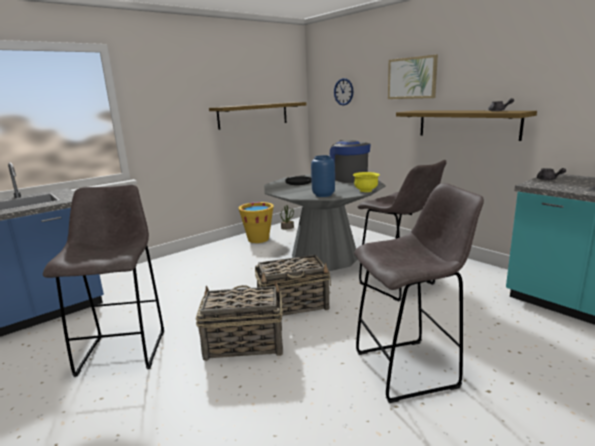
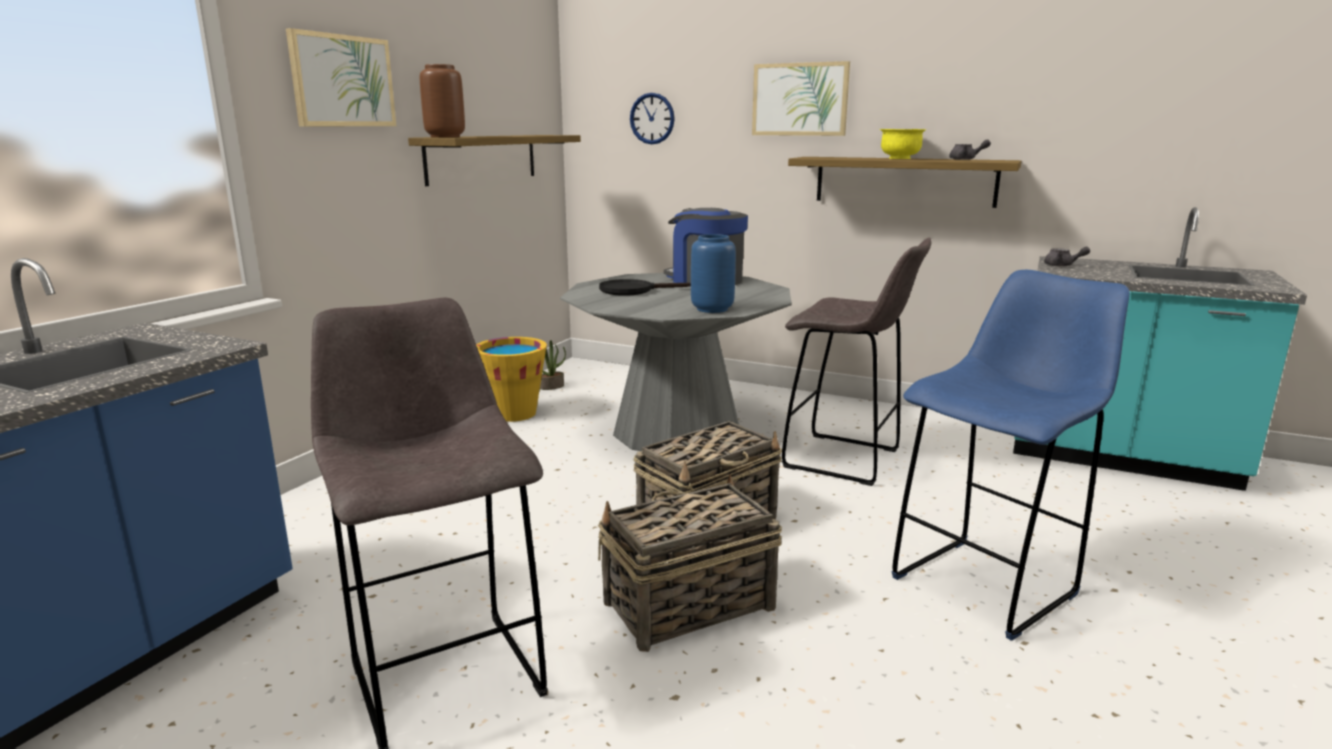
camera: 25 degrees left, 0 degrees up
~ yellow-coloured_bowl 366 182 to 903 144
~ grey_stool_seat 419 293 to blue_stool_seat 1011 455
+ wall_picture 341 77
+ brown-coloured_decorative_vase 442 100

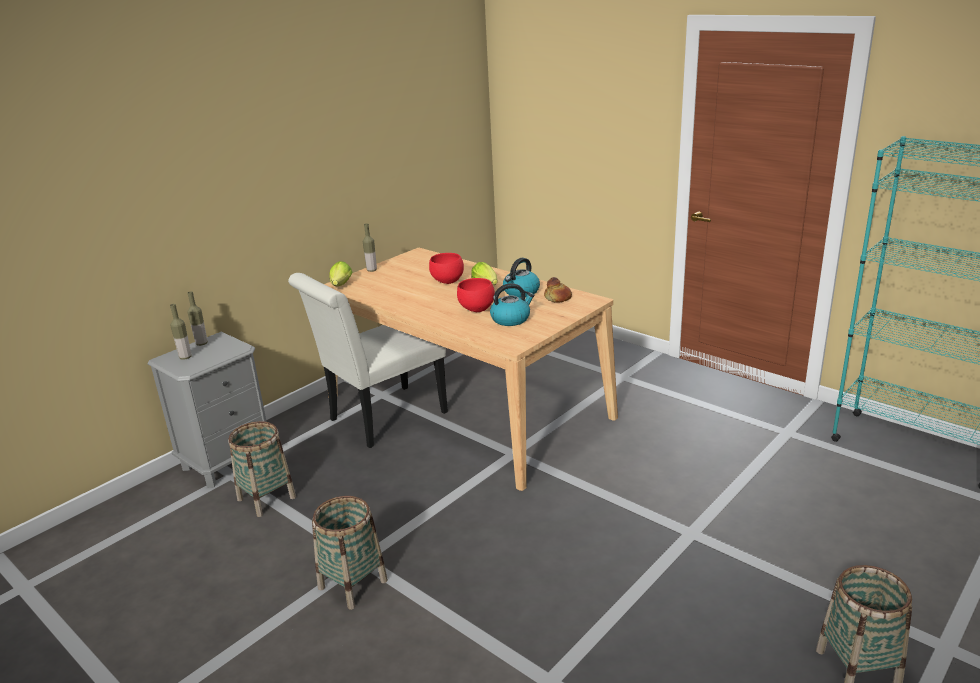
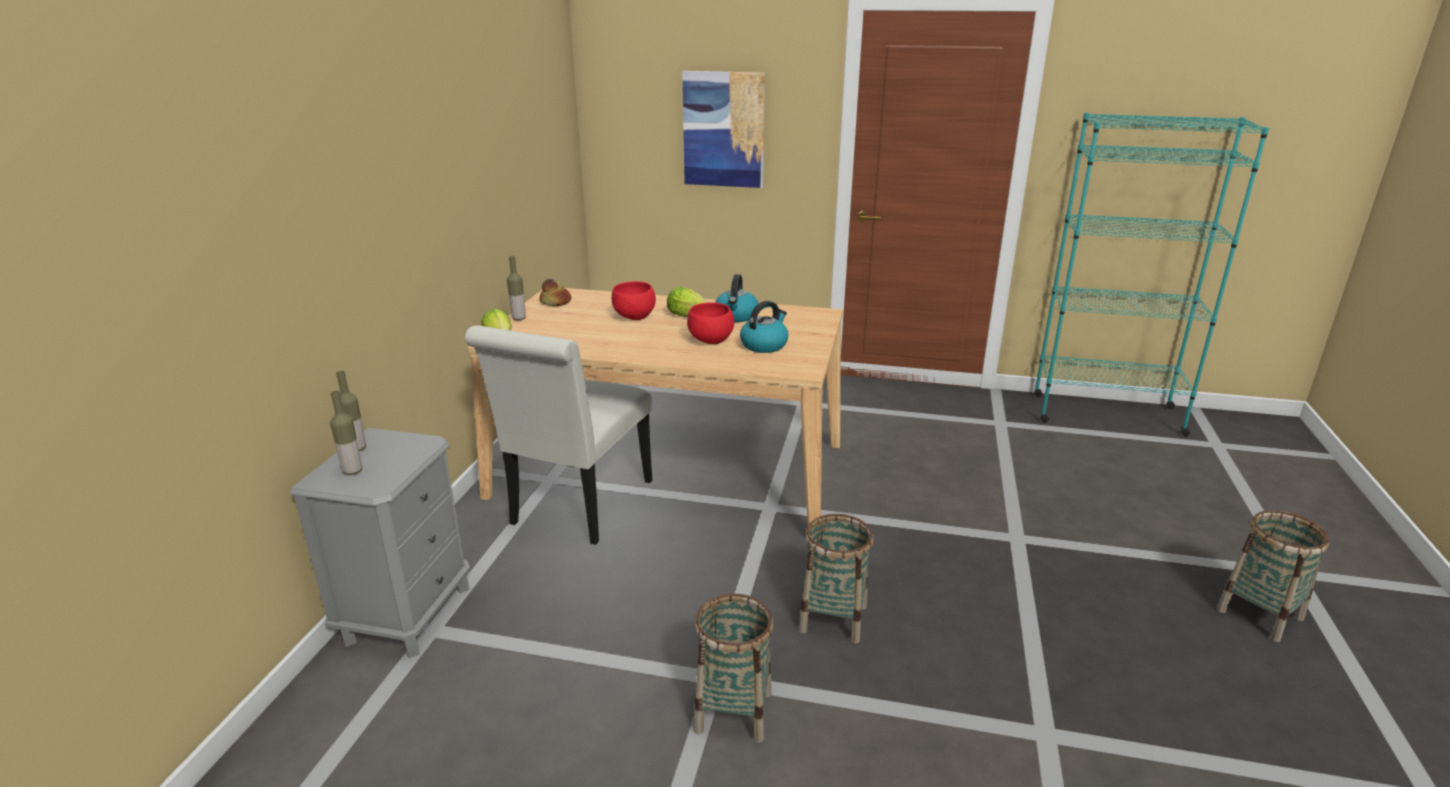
camera: 30 degrees left, 0 degrees up
~ bread 558 290 to 556 292
~ basket 262 469 to 836 579
+ wall_picture 723 129

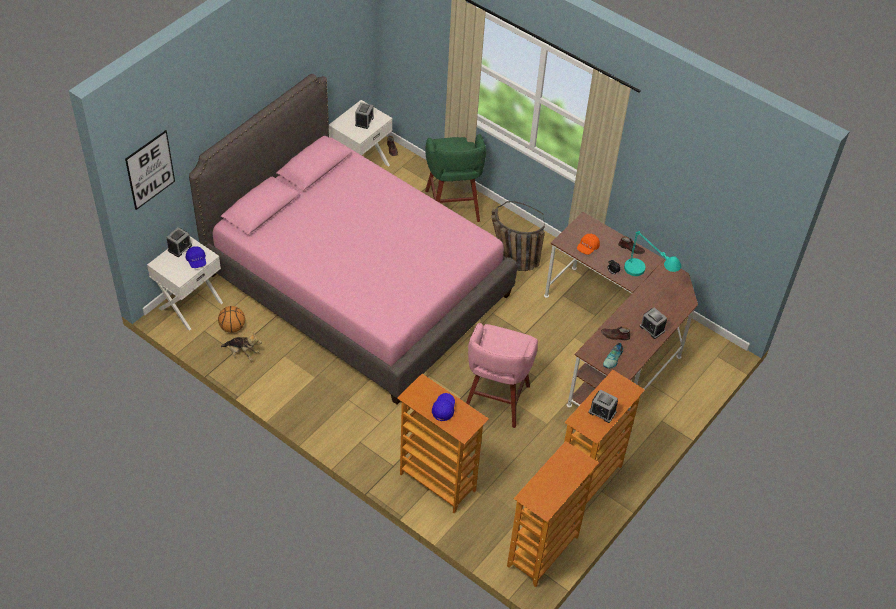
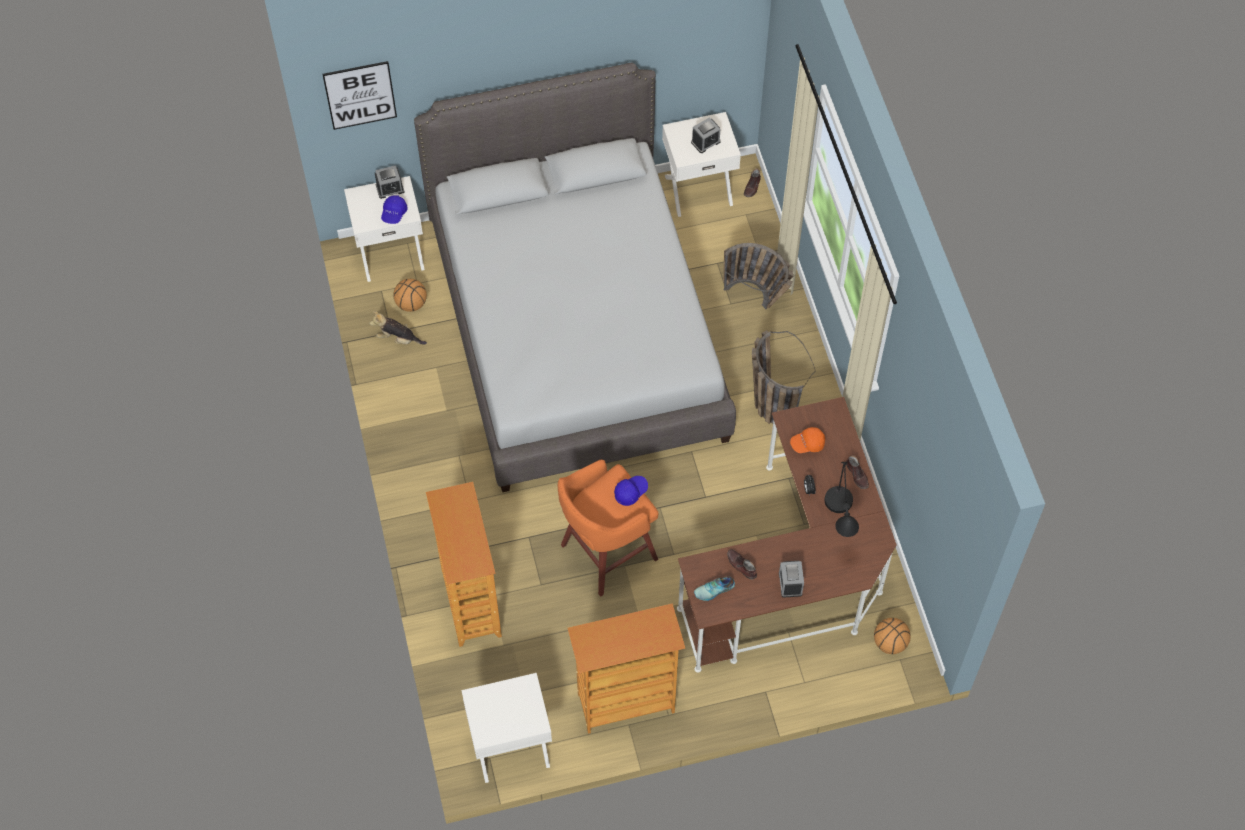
camera: 40 degrees right, 10 degrees up
~ pinkish_bedroom_bed 353 239 to grey_bedroom_bed 575 277
~ green-coloured_stool_seat 455 178 to basket 758 276
~ turquoise_table_lamp 652 253 to black_table_lamp 842 499
~ pinkish_stool_seat 502 375 to orangey_stool_seat 608 528
~ soft_toy 241 346 = 398 328 135 degrees clockwise
- alarm_clock 603 406
~ blue_cap 443 407 to 631 491
~ bookcase 553 514 to white-coloured_night_table 506 728
+ basketball 892 636

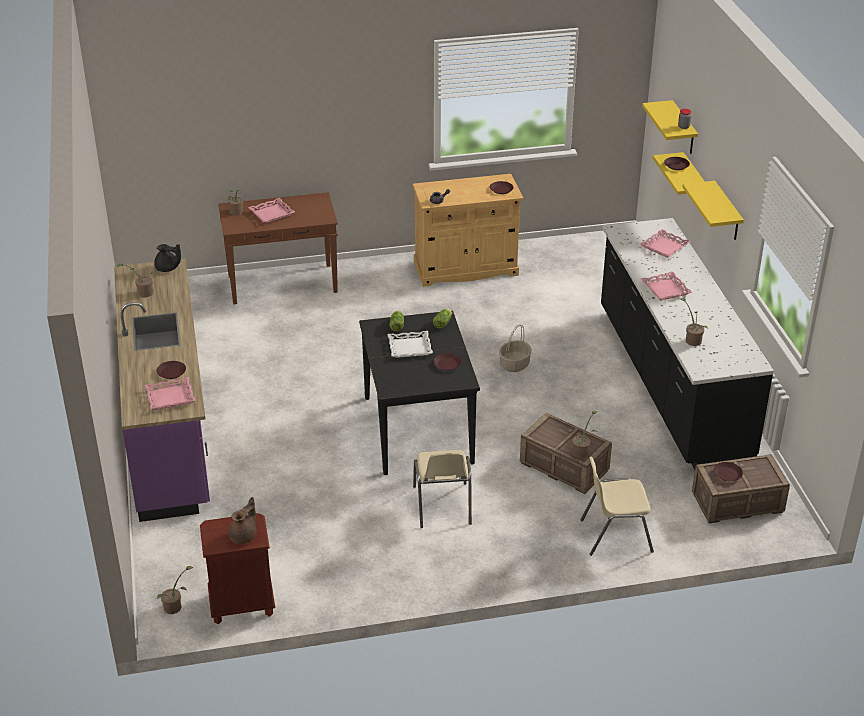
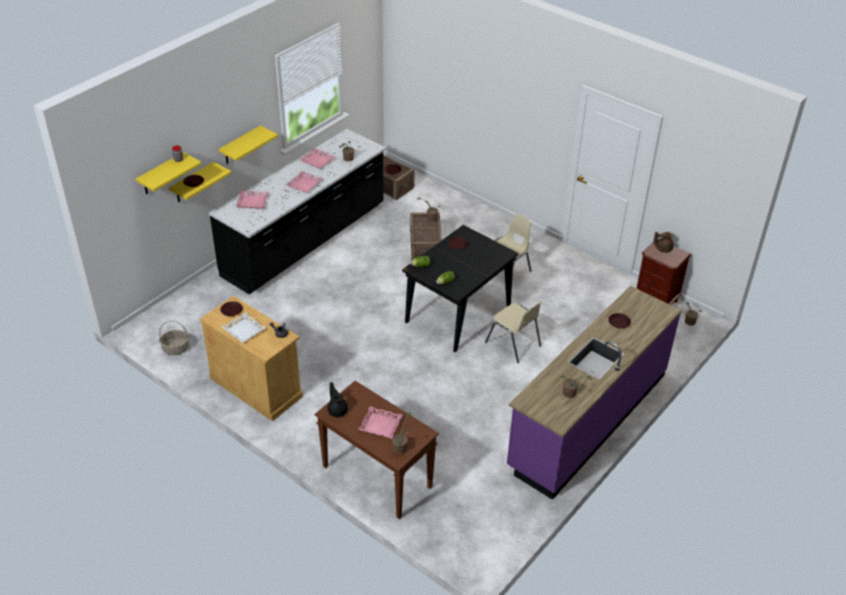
camera: 130 degrees left, 5 degrees up
~ black_tea_pot 167 258 to 337 399
~ basket 515 348 to 174 338
~ white-coloured_carrying_tray 410 344 to 244 328
~ pinkish_carrying_tray 170 393 to 317 158
~ beige-coloured_chair 617 506 to 513 332

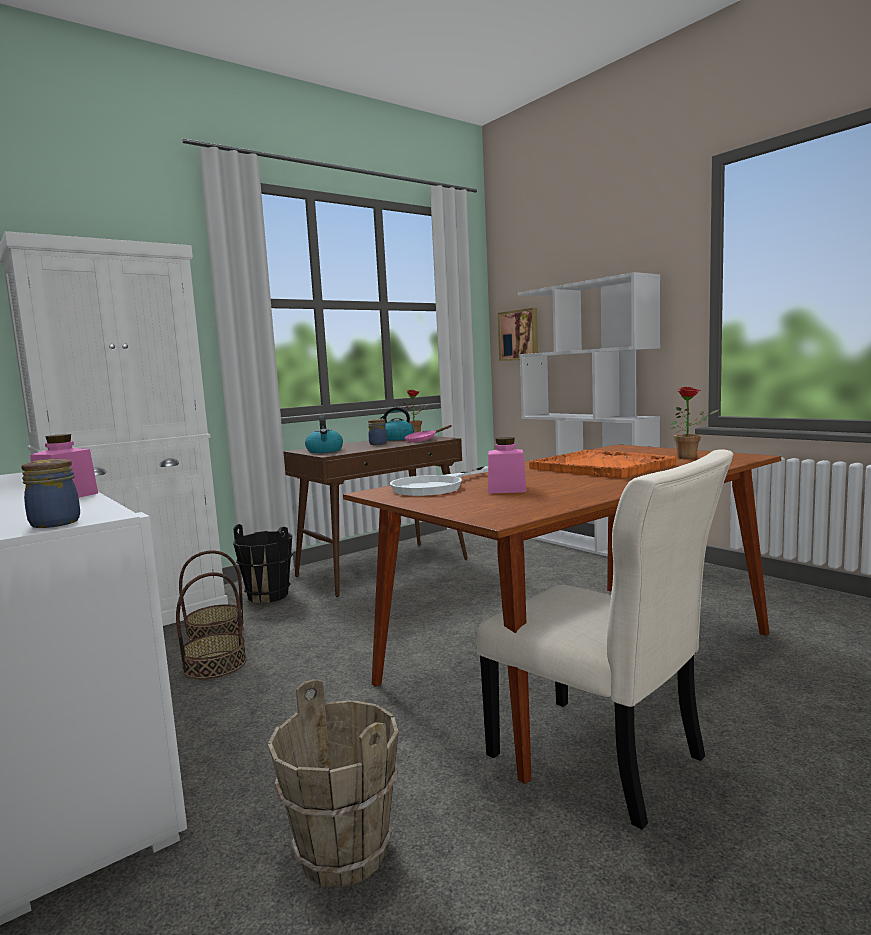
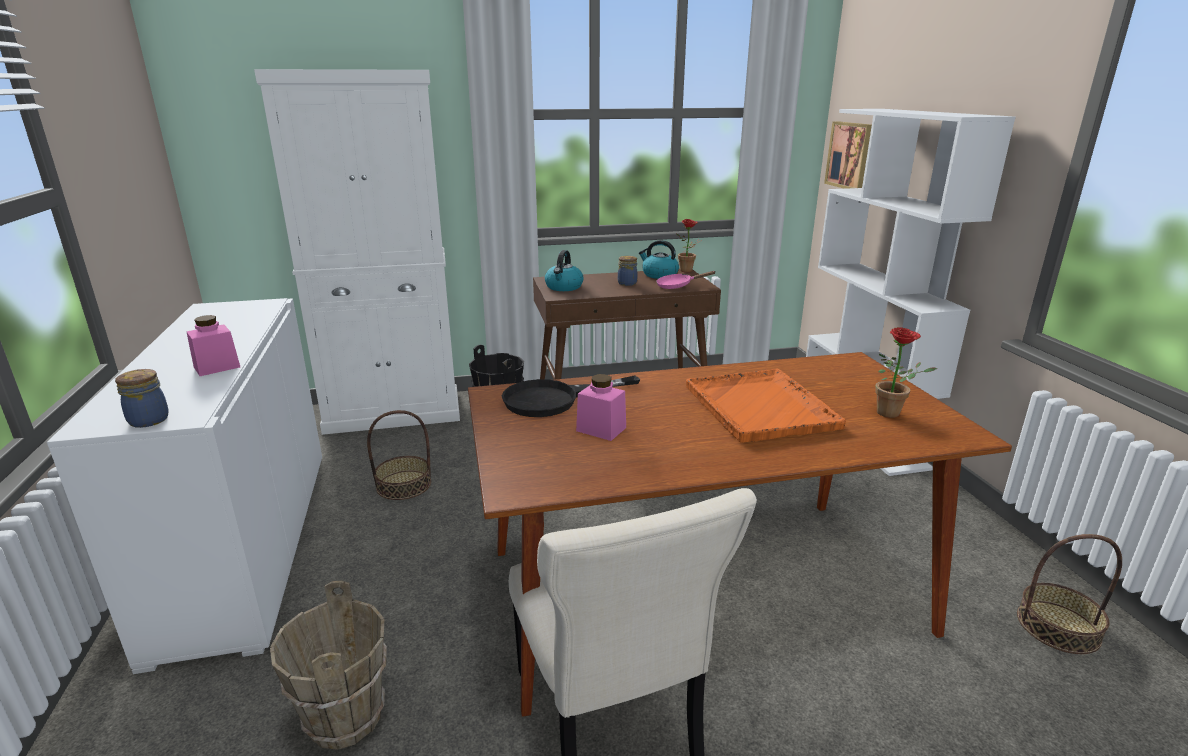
camera: 25 degrees right, 15 degrees up
~ white-coloured_pan 439 481 to black_pan 571 396
~ basket 211 595 to 1069 594

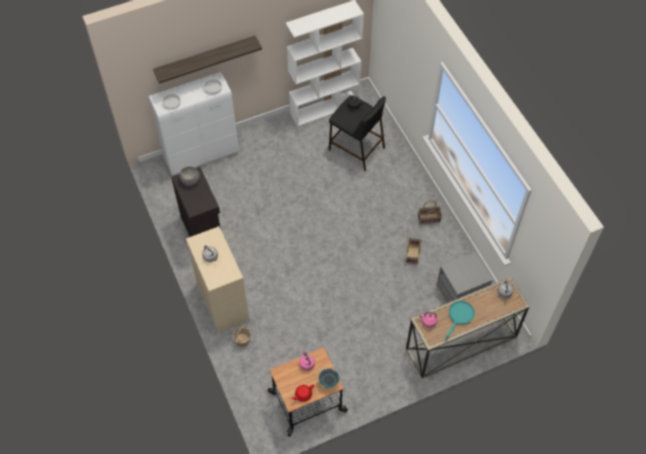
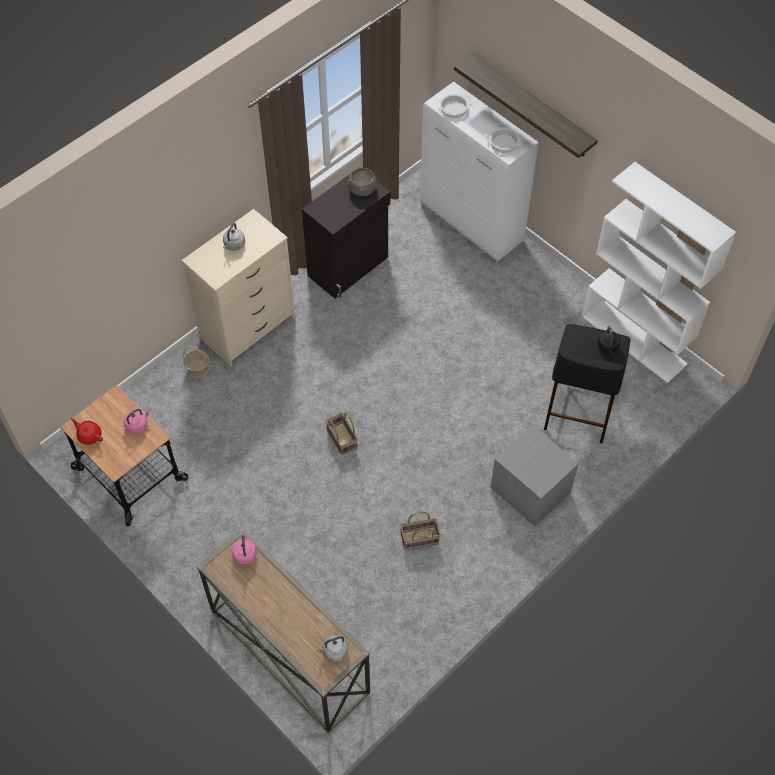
camera: 70 degrees right, 0 degrees up
~ basket 430 213 to 341 434
~ grey_night_table 465 277 to 534 475
- turquoise_pan 459 320
- bowl 329 378

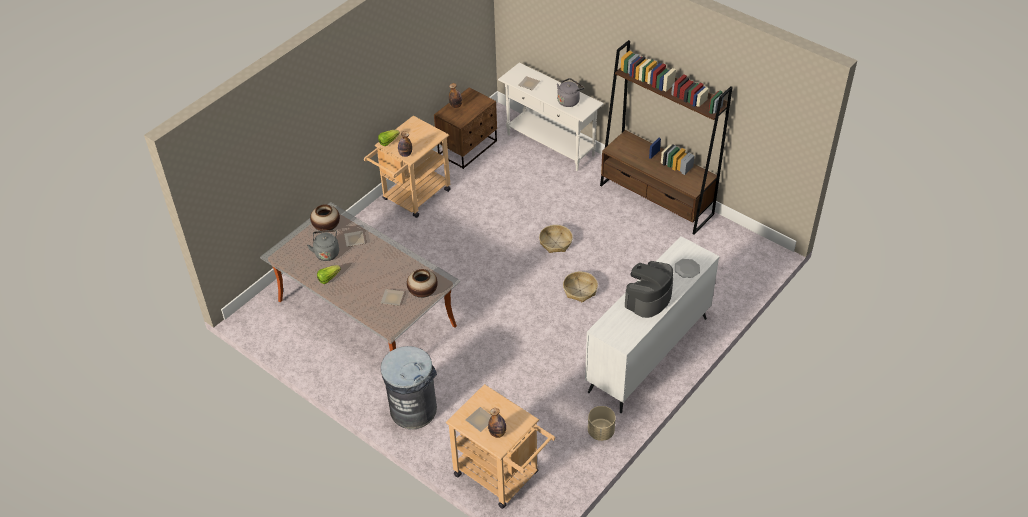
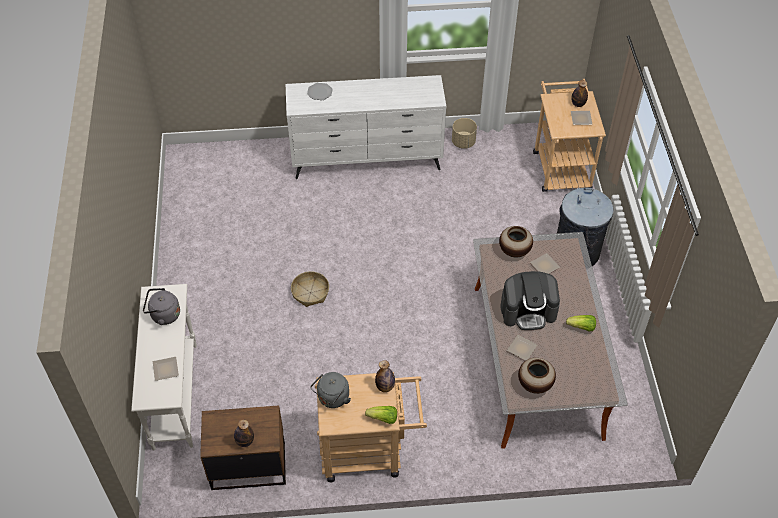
camera: 135 degrees left, 5 degrees up
- brown-coloured_bookcase 666 137
~ grey_tea_kettle 323 245 to 330 390
~ coffee_machine 649 289 to 530 300
- basket 580 287

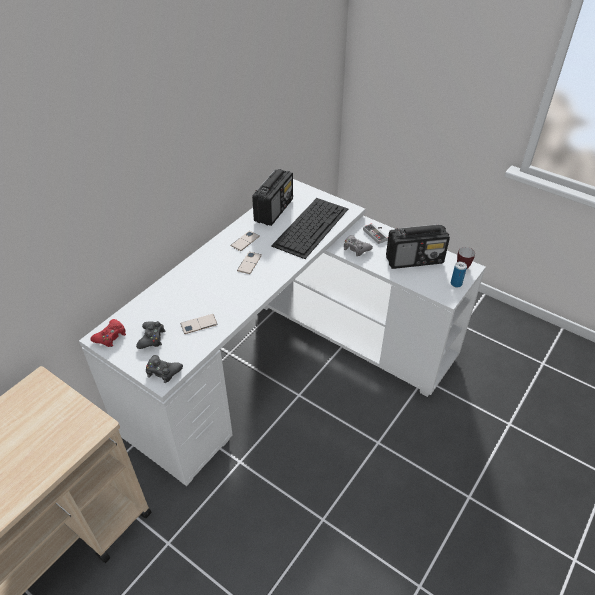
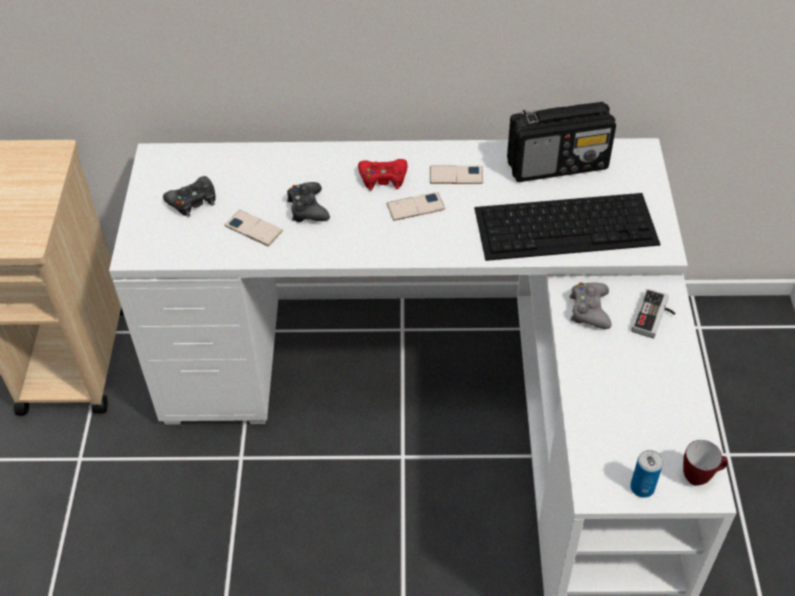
camera: 55 degrees right, 5 degrees up
- radio 418 246
~ reddish_gamepad 108 333 to 382 174
~ black_gamepad 164 369 to 308 202

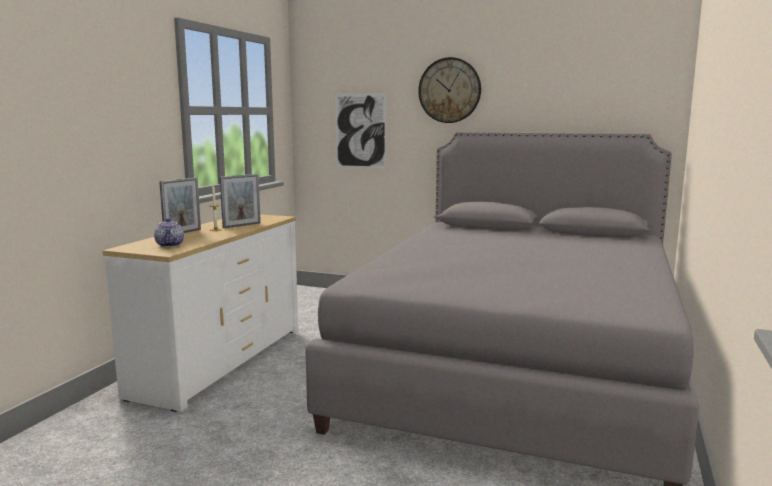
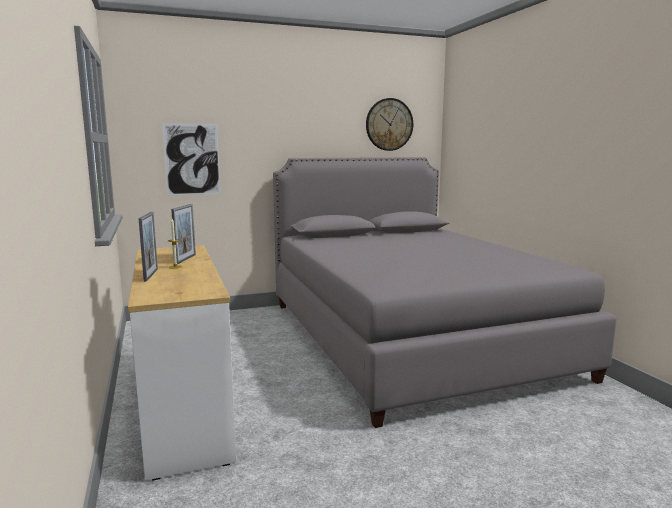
camera: 40 degrees left, 0 degrees up
~ wall_clock 449 90 to 389 124
- tea_pot 169 232

